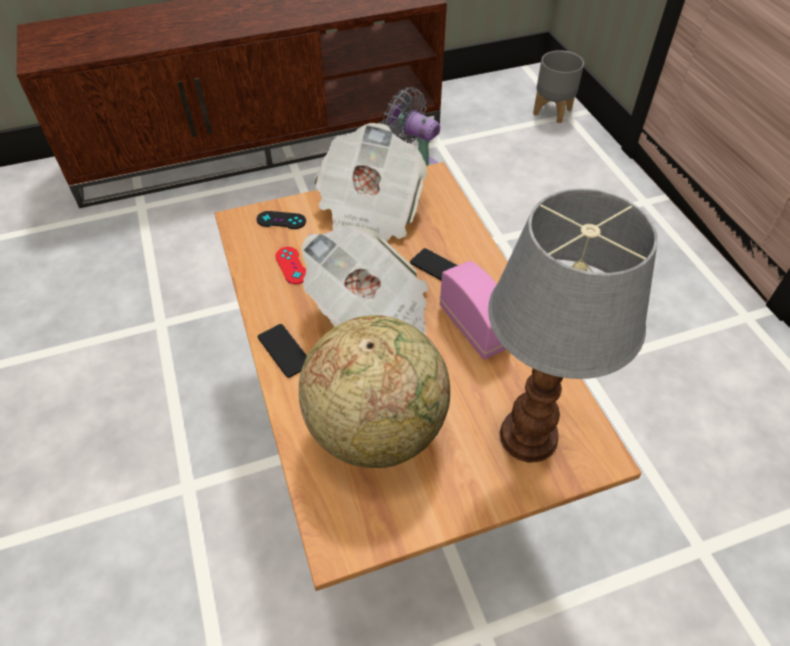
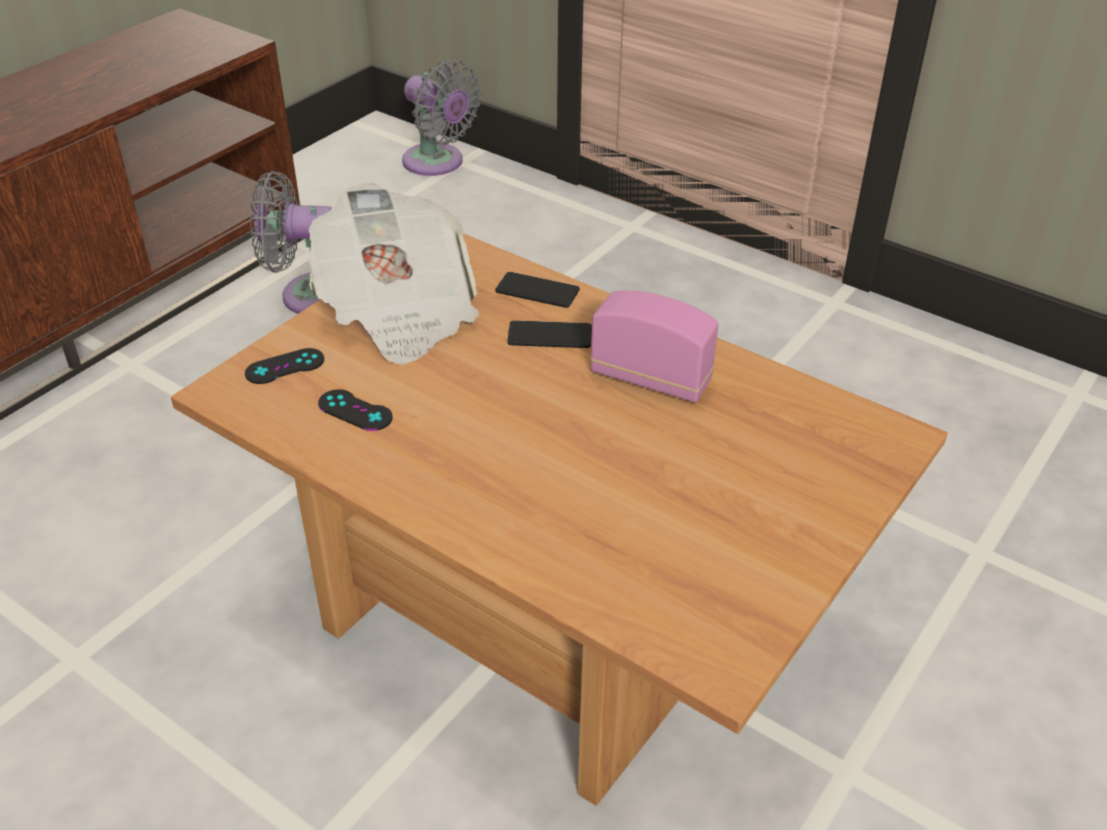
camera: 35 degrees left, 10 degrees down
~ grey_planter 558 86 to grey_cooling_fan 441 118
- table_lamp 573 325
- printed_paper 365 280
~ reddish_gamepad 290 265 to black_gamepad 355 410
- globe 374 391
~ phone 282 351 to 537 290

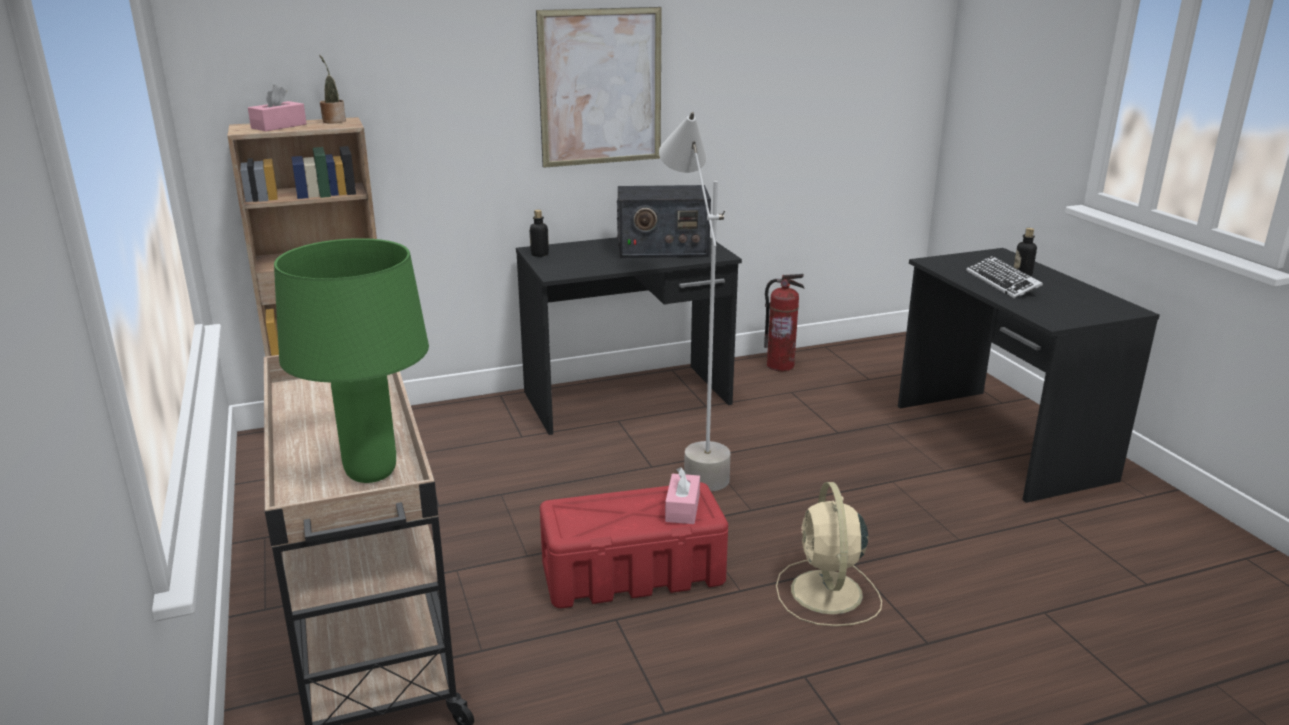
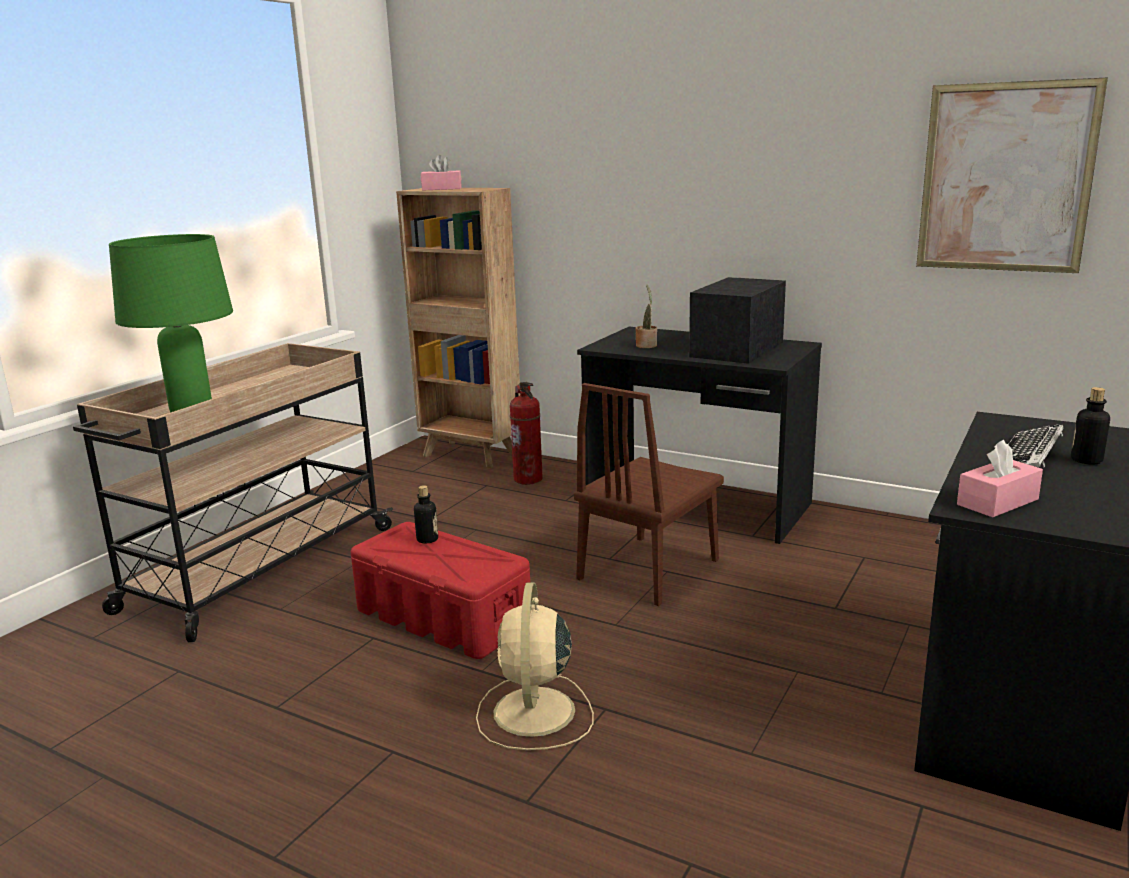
camera: 50 degrees right, 5 degrees down
~ wall_picture 599 87 to 1012 175
~ houseplant 332 89 to 646 316
~ grey_standing_lamp 694 301 to brown-coloured_chair 649 494
~ radio 664 221 = 737 320 75 degrees clockwise
~ drink_bottle 539 233 to 426 514
~ fire-fighting_cylinder 784 322 to 526 433
~ pinkish_tissue_holder 682 495 to 1000 478
~ beige-coloured_cooling_fan 829 554 = 535 666 45 degrees counterclockwise

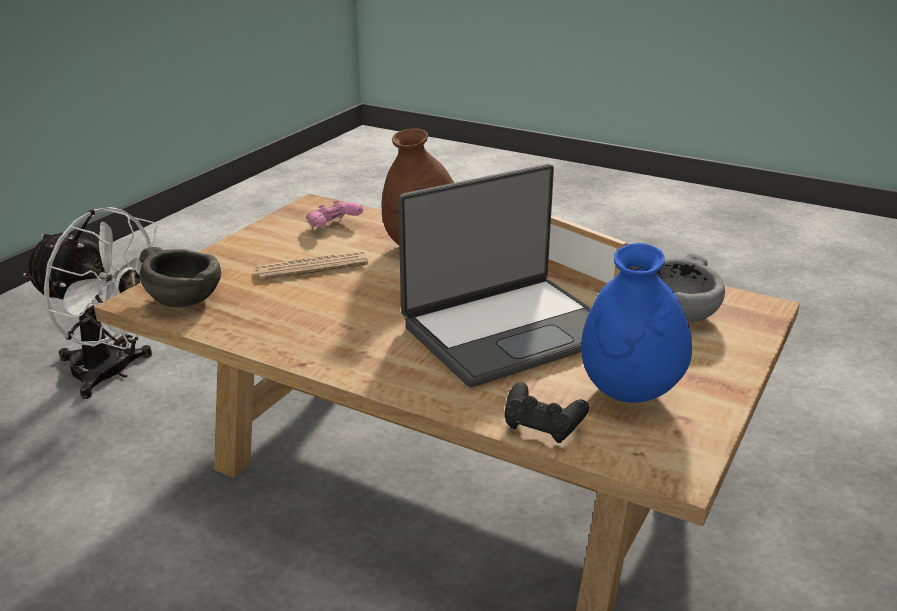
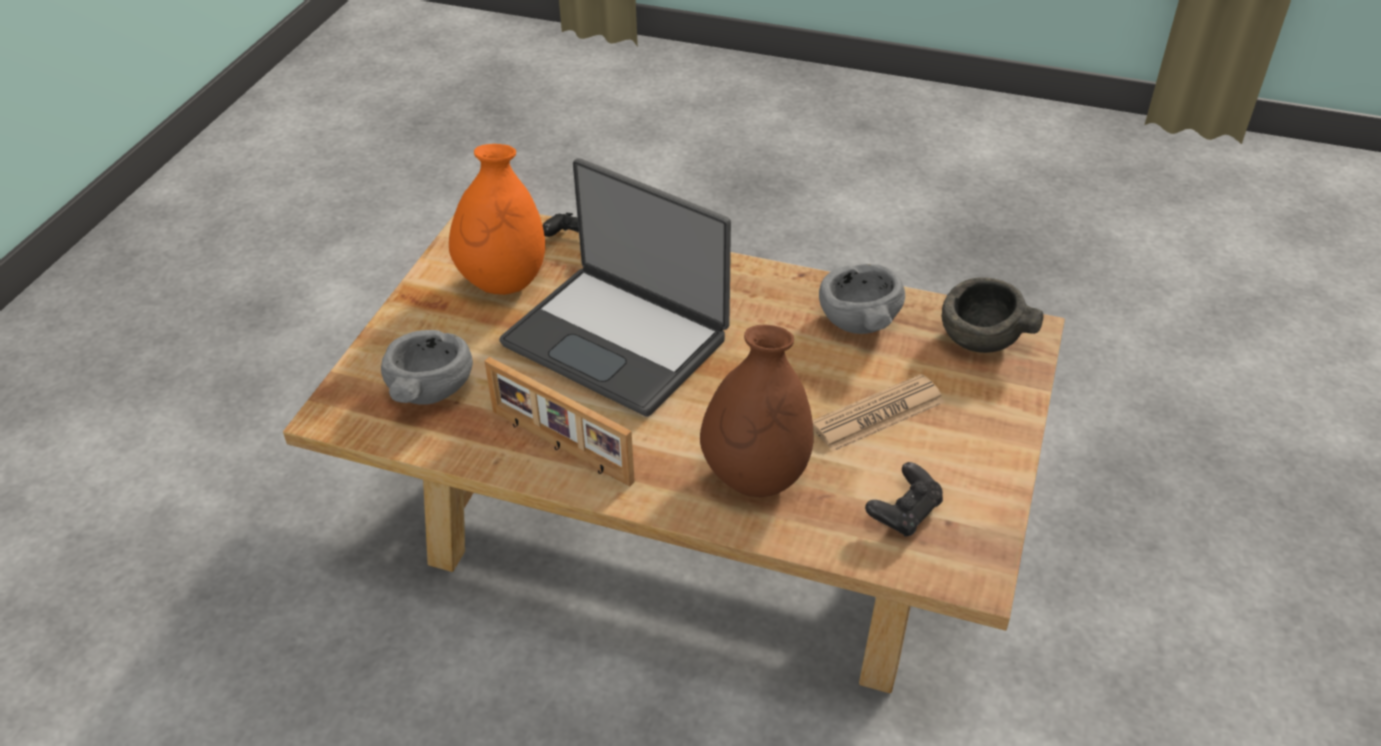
camera: 170 degrees right, 15 degrees up
~ laptop 494 275 = 615 287 105 degrees counterclockwise
~ pinkish_gamepad 335 213 to black_gamepad 904 499
- white-coloured_cooling_fan 90 303
~ blue_decorative_vase 636 323 to orangey_decorative_vase 497 219
+ grey_bowl 862 299

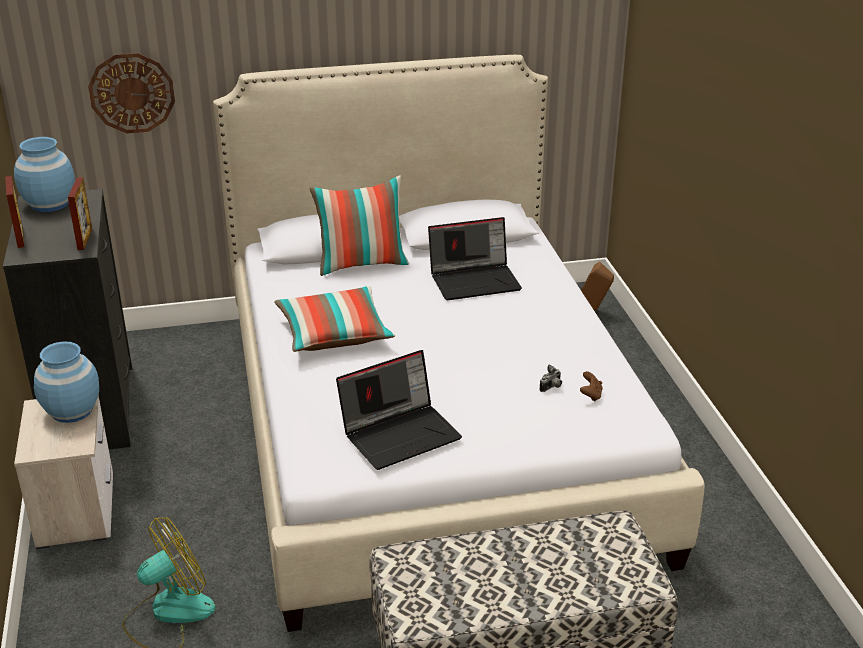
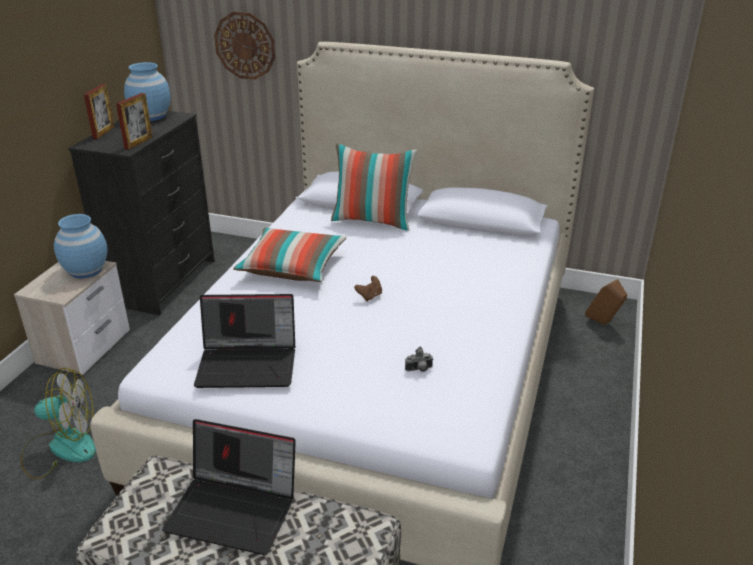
camera: 30 degrees right, 0 degrees up
~ laptop 475 258 to 229 487
~ brown-coloured_gamepad 591 386 to 368 288

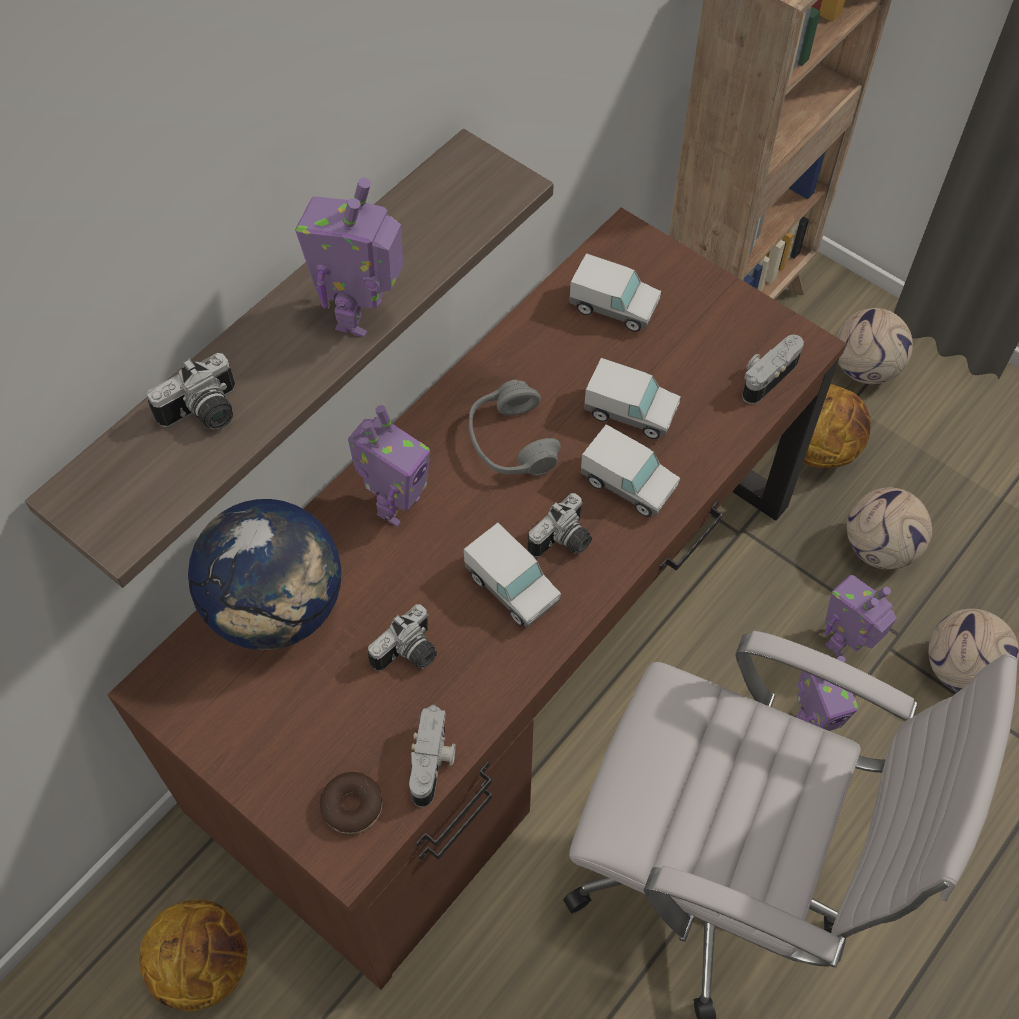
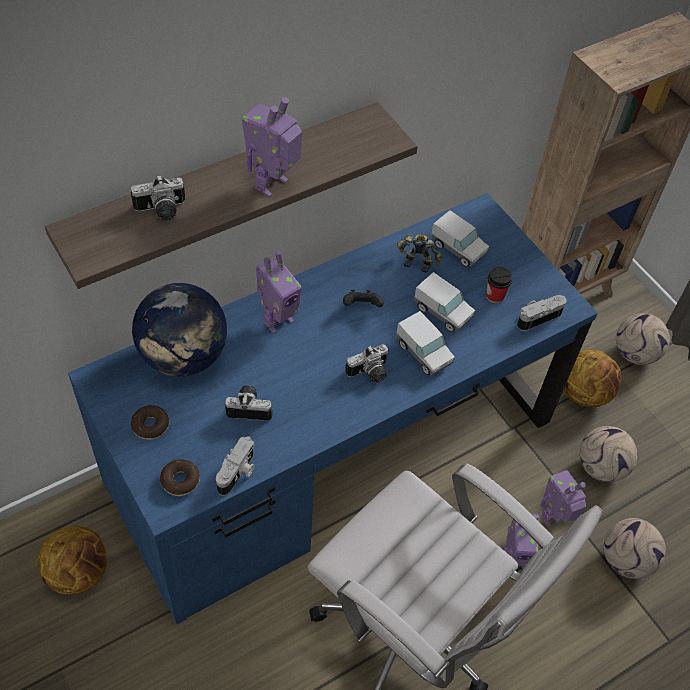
camera: 15 degrees right, 5 degrees down
~ brown-coloured_desk_table 476 598 to blue_desk_table 333 408
~ grey_headset 514 428 to black_gamepad 363 298
- toy_lorry 512 575
~ still_camera 402 637 = 248 403 150 degrees counterclockwise
+ robot_figure 419 253
+ cup 499 285
+ doughnut 150 422

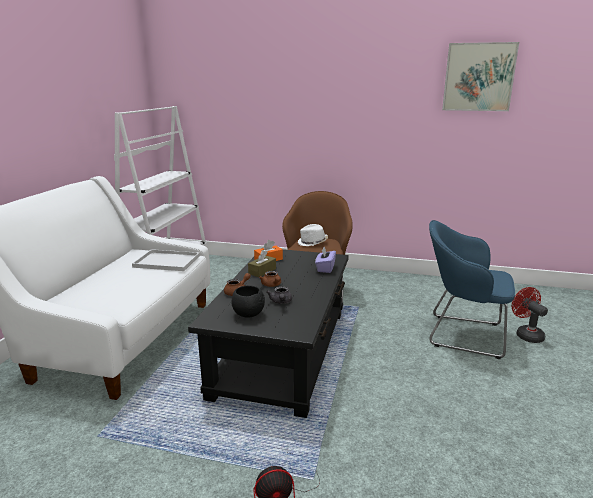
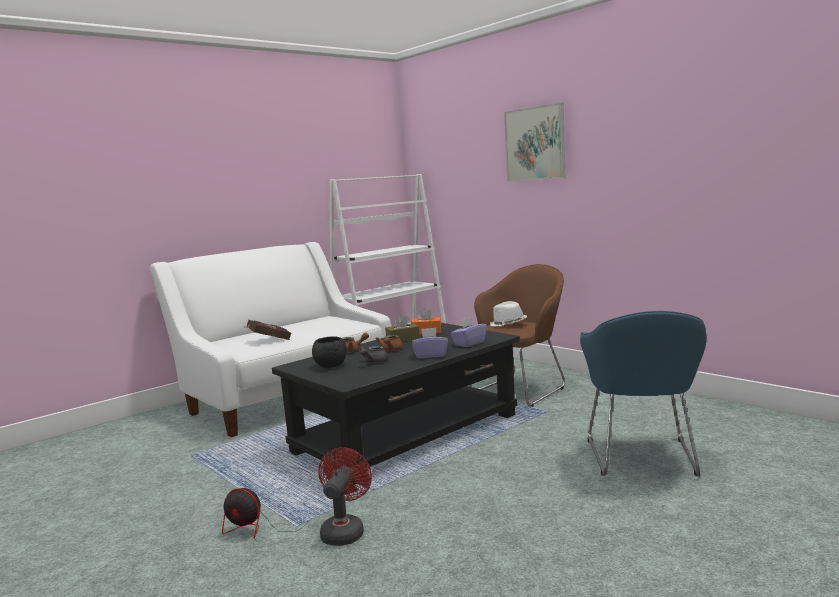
camera: 35 degrees right, 10 degrees down
~ wall_picture 480 76 to 535 142
~ blue_armchair 472 289 = 643 393 135 degrees counterclockwise
- white-coloured_carrying_tray 166 260
~ reddish_cooling_fan 530 315 to 345 496
+ reddish_book 267 330
+ purple_tissue_holder 430 343

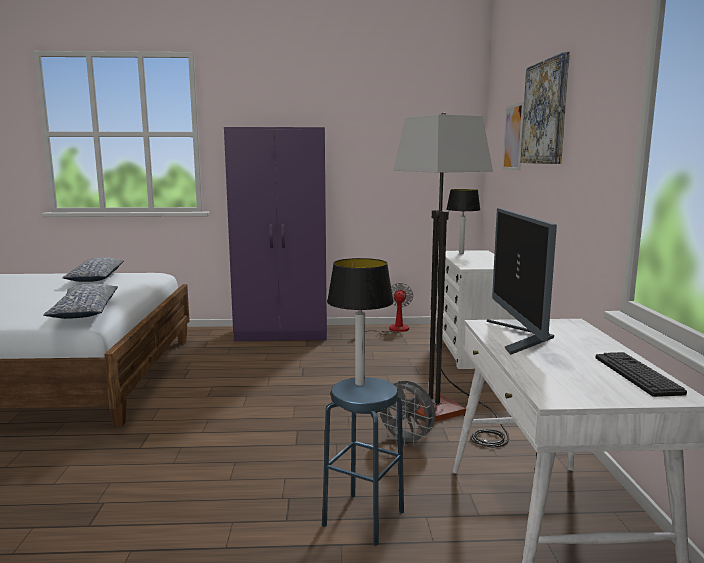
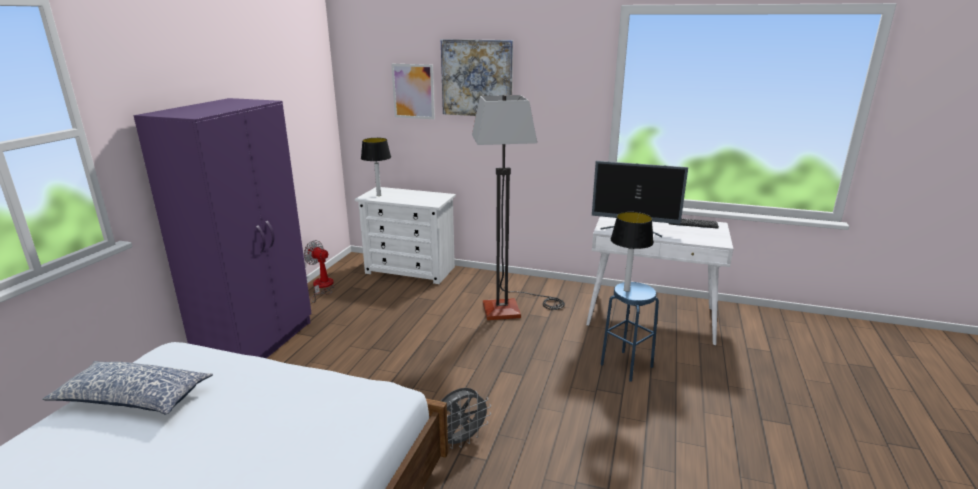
camera: 70 degrees left, 10 degrees up
- throw_pillow 80 301
~ grey_cooling_fan 407 413 to 466 418

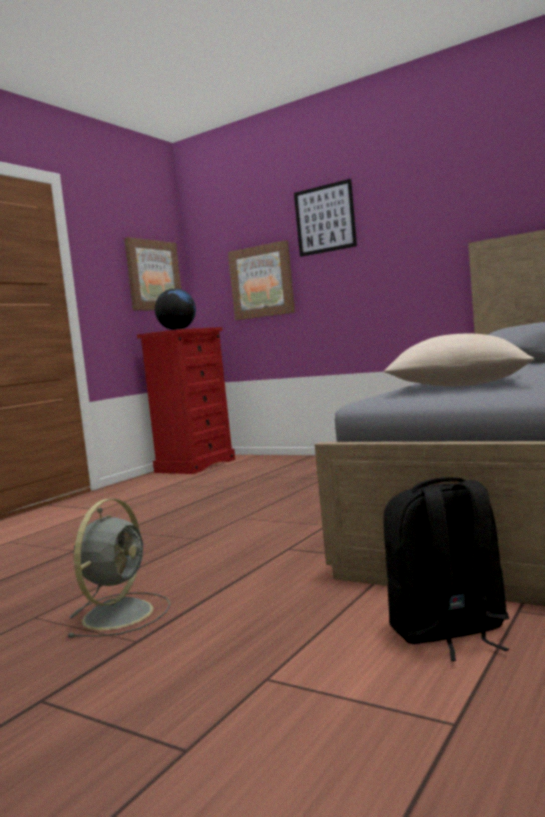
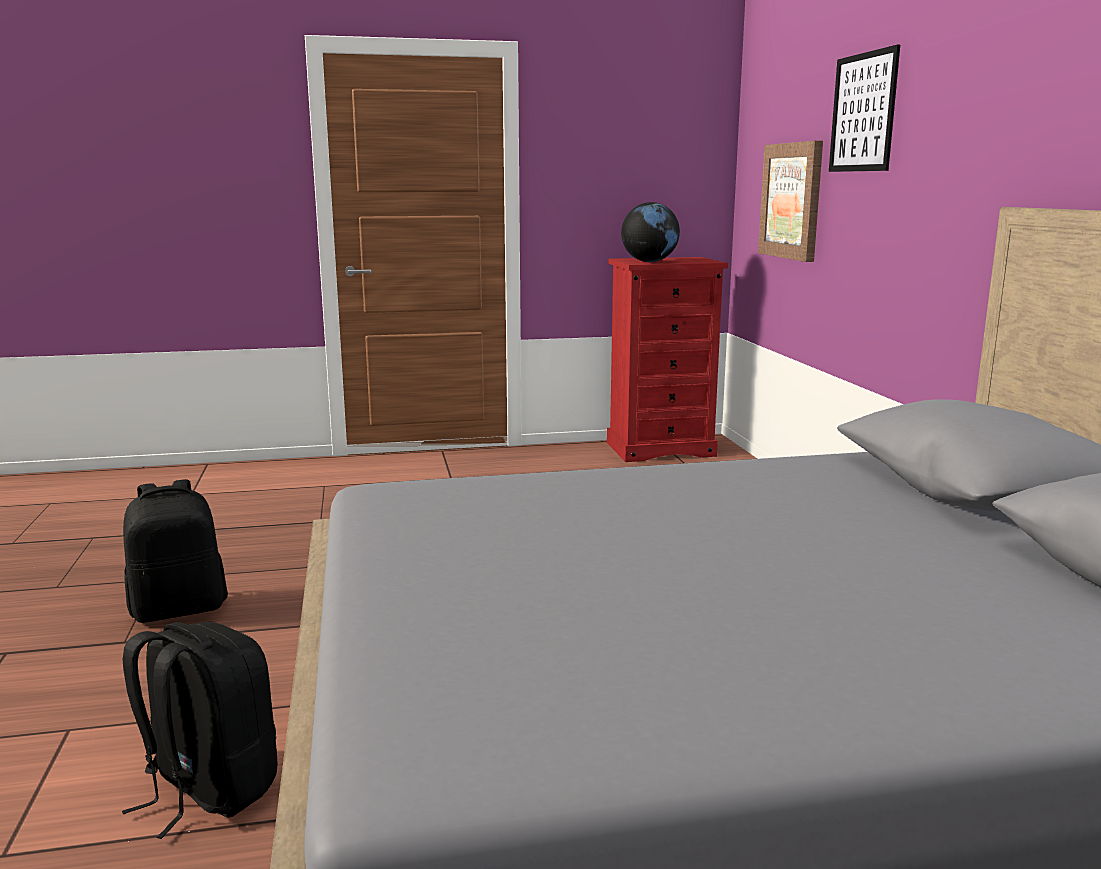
camera: 45 degrees right, 10 degrees up
- wall_picture 152 274
- beige-coloured_throw_pillow 459 360
~ grey_cooling_fan 119 568 to black_backpack 175 551

